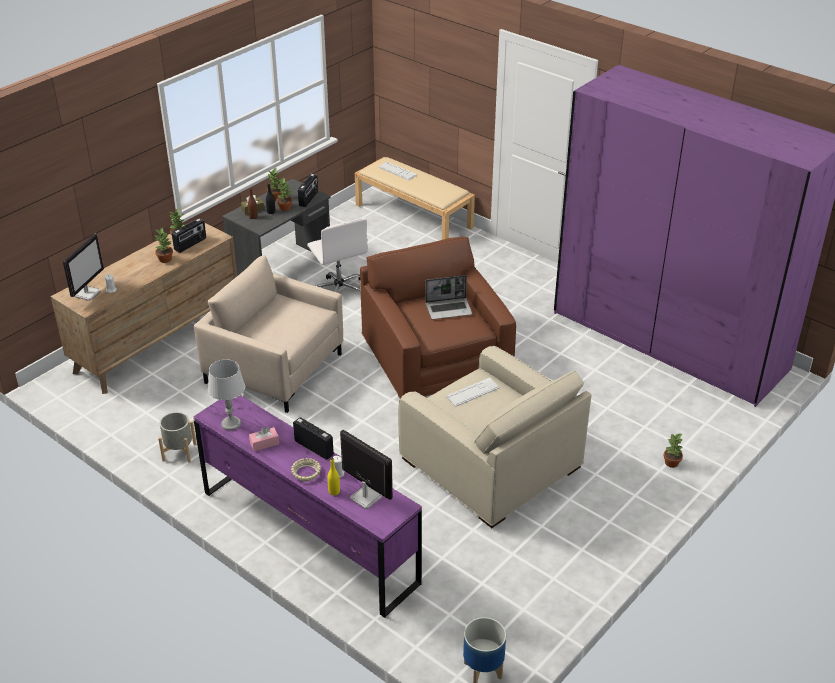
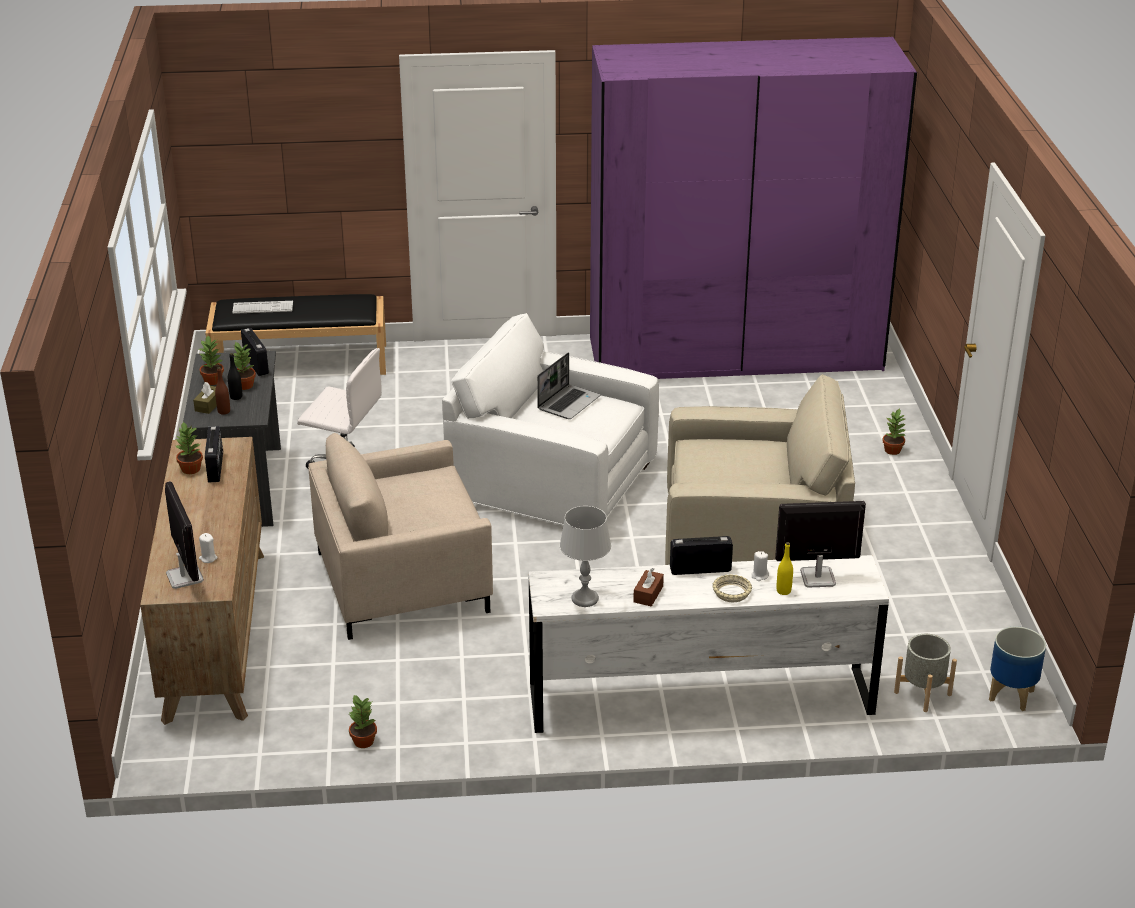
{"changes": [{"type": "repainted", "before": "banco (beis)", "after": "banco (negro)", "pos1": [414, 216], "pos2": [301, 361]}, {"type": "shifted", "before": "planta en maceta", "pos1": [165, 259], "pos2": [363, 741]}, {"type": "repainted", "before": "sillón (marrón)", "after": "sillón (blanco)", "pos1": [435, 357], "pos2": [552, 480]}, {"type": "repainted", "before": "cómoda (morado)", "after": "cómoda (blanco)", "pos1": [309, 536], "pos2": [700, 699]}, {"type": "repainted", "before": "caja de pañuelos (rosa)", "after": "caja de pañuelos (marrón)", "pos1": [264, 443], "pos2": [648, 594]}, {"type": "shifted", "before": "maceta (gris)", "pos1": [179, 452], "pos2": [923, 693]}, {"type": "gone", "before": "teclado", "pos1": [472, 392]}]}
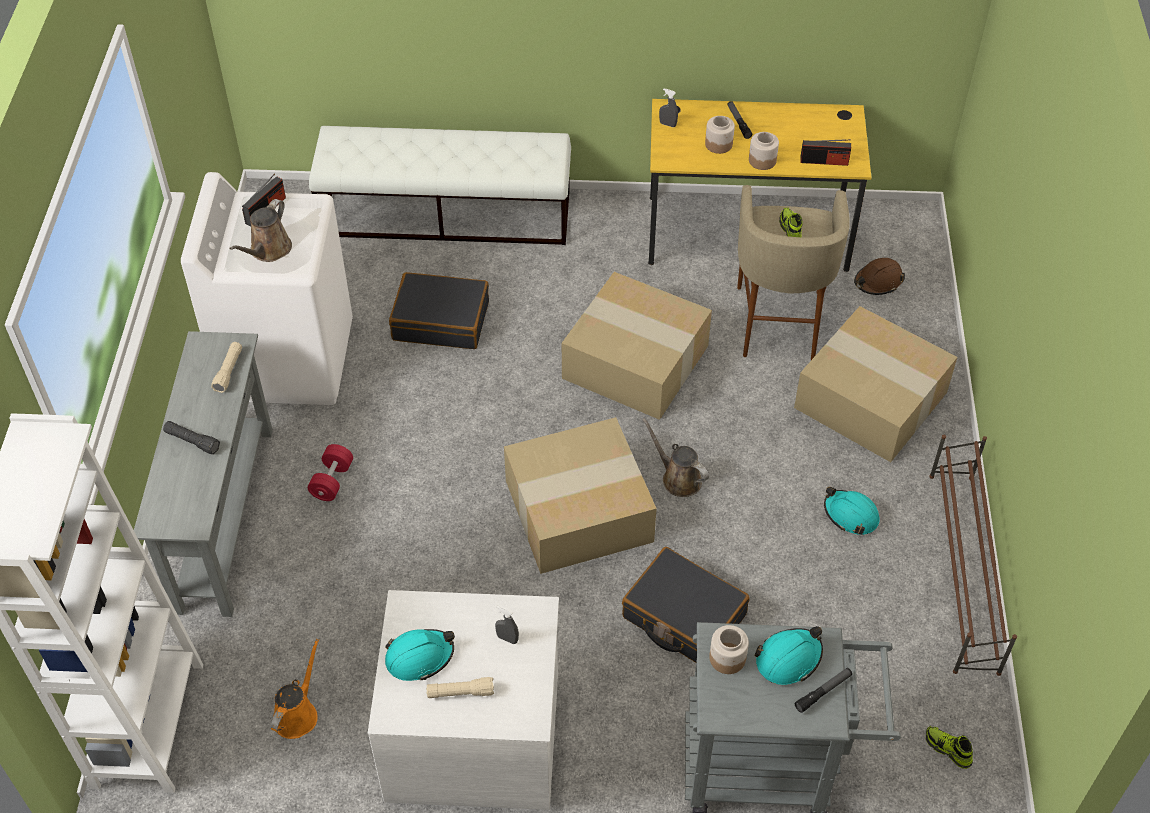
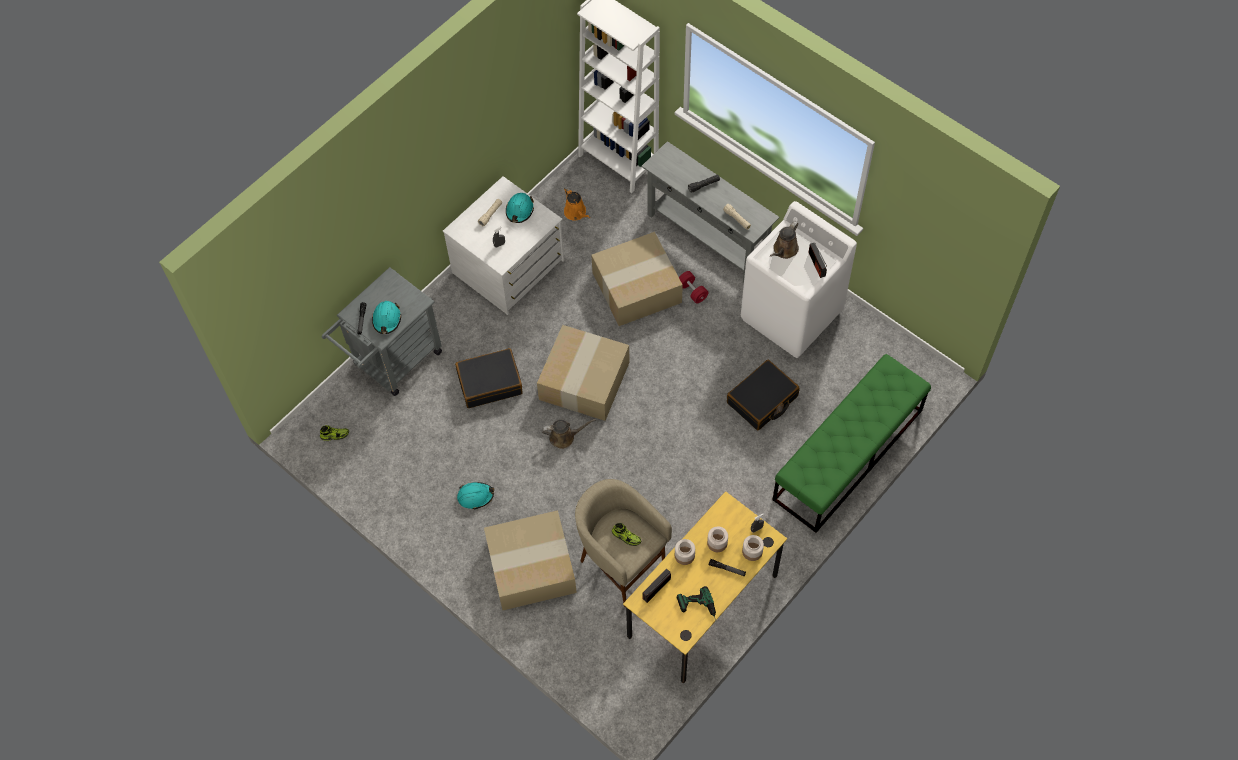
{"changes": [{"type": "shifted", "before": "caja de cartón", "pos1": [638, 361], "pos2": [636, 289]}, {"type": "new", "after": "taladro", "pos2": [698, 609]}, {"type": "shifted", "before": "tarro", "pos1": [727, 658], "pos2": [752, 551]}, {"type": "rotated", "before": "regadera (marrón)", "pos1": [268, 250], "pos2": [784, 250], "turn": -120}, {"type": "repainted", "before": "banco (blanco)", "after": "banco (verde)", "pos1": [446, 214], "pos2": [847, 455]}, {"type": "gone", "before": "casco (marrón)", "pos1": [878, 282]}, {"type": "gone", "before": "zapatero (marrón)", "pos1": [963, 571]}]}
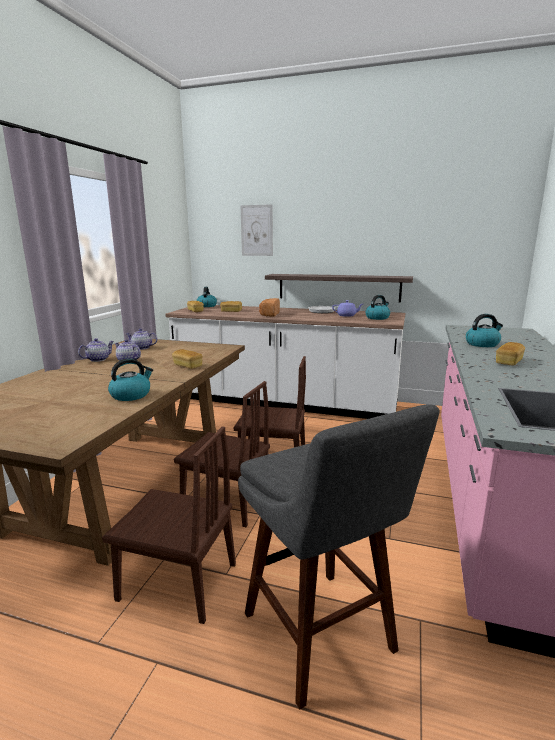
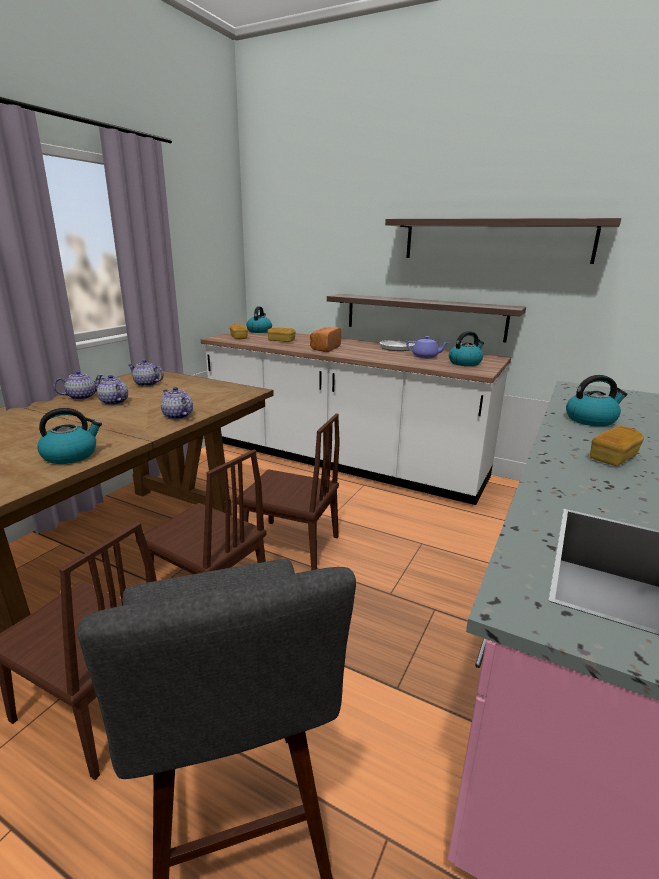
{"changes": [{"type": "swapped", "before": "pan", "after": "tetera", "pos1": [188, 366], "pos2": [177, 416]}, {"type": "new", "after": "estante", "pos2": [495, 240]}, {"type": "gone", "before": "cuadro", "pos1": [257, 230]}]}
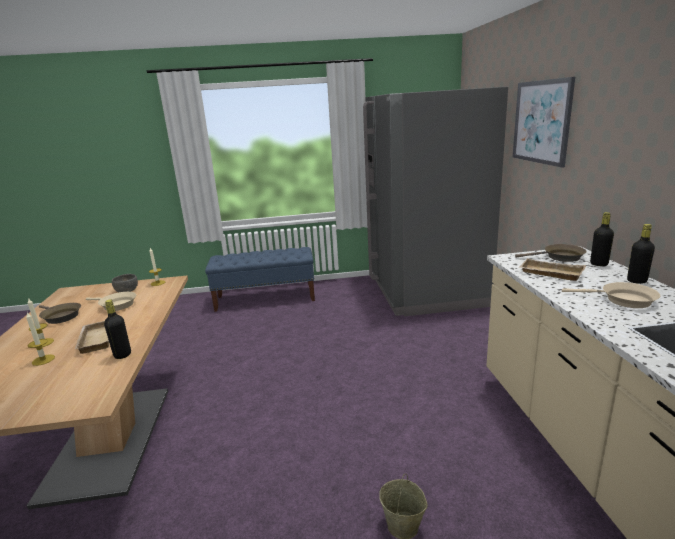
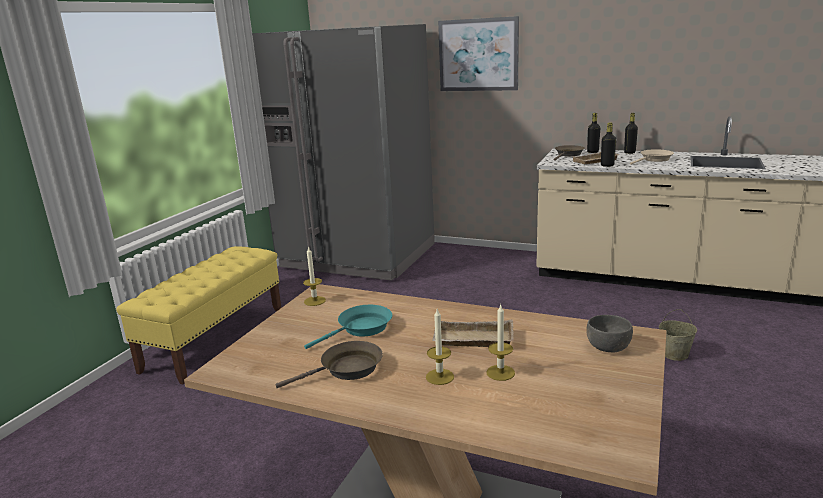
{"changes": [{"type": "repainted", "before": "banco (azul)", "after": "banco (amarillo)", "pos1": [266, 298], "pos2": [215, 339]}, {"type": "repainted", "before": "sartén (beis)", "after": "sartén (turquesa)", "pos1": [116, 305], "pos2": [361, 329]}, {"type": "shifted", "before": "cuenco (gris)", "pos1": [127, 291], "pos2": [607, 347]}, {"type": "shifted", "before": "botella (negro)", "pos1": [122, 355], "pos2": [607, 165]}]}
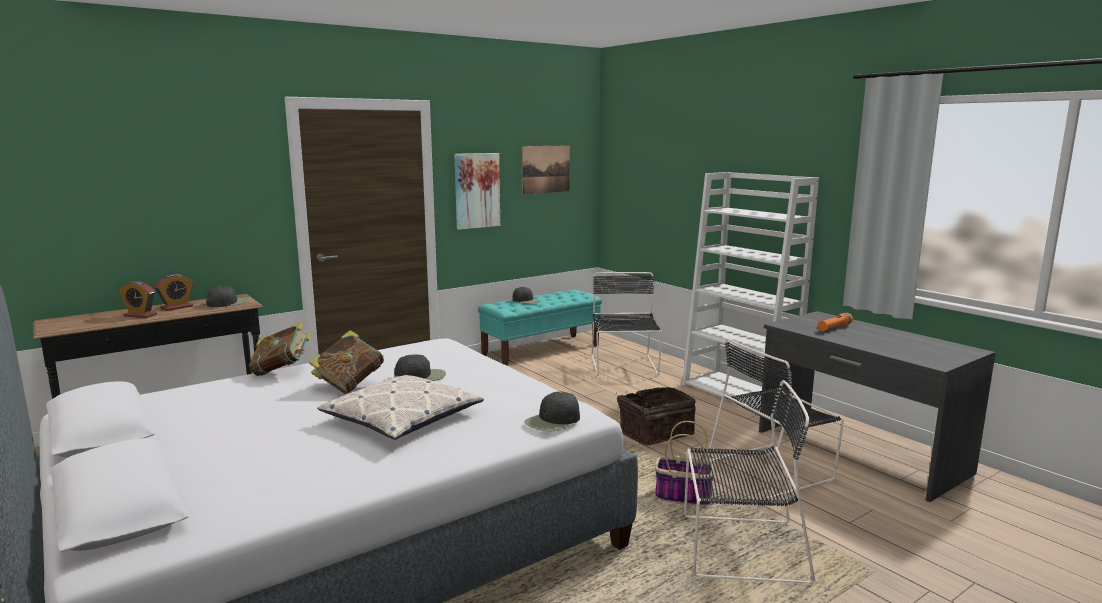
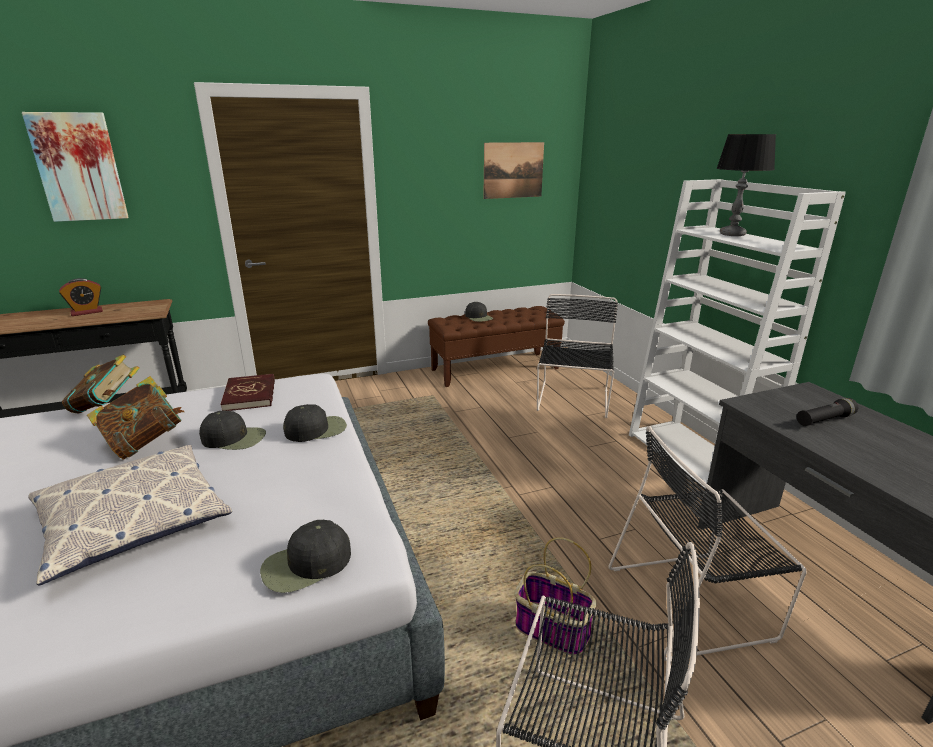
{"changes": [{"type": "shifted", "before": "cuadro", "pos1": [477, 190], "pos2": [79, 167]}, {"type": "new", "after": "libro (rojo)", "pos2": [250, 395]}, {"type": "shifted", "before": "gorra (negro)", "pos1": [228, 303], "pos2": [316, 429]}, {"type": "repainted", "before": "banco (turquesa)", "after": "banco (marrón)", "pos1": [541, 350], "pos2": [495, 369]}, {"type": "new", "after": "lámpara de mesa", "pos2": [732, 234]}, {"type": "repainted", "before": "linterna (naranja)", "after": "linterna (negro)", "pos1": [834, 328], "pos2": [824, 420]}, {"type": "gone", "before": "despertador", "pos1": [140, 315]}, {"type": "gone", "before": "cesta", "pos1": [654, 433]}]}
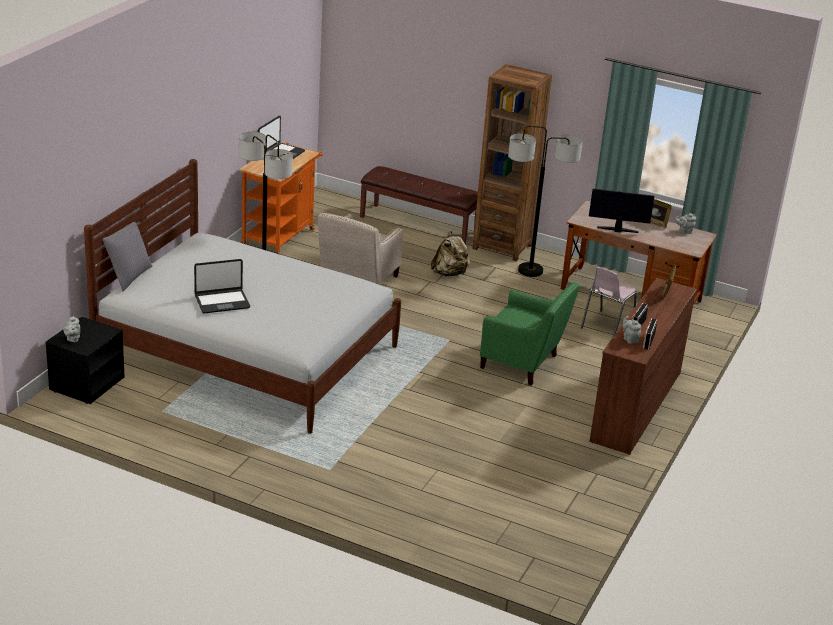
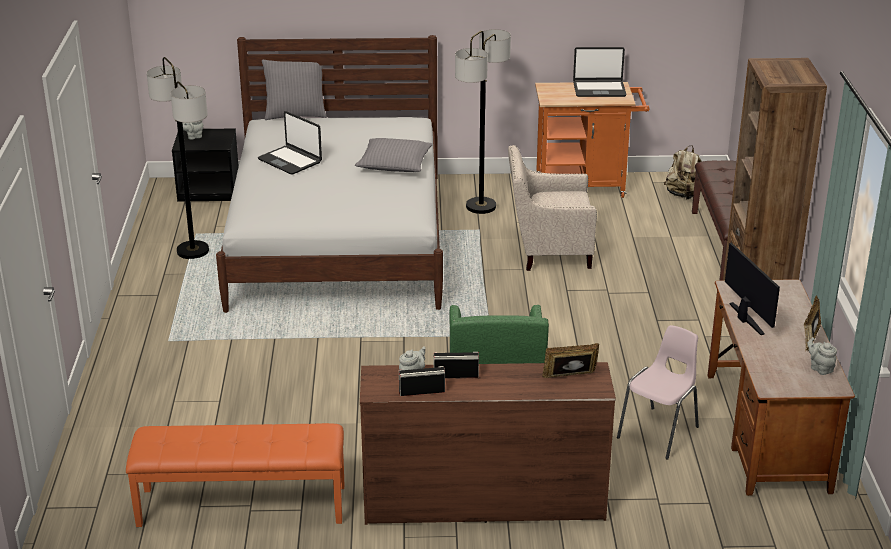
{"changes": [{"type": "new", "after": "banco (naranja)", "pos2": [241, 506]}, {"type": "shifted", "before": "lámpara de pie", "pos1": [530, 270], "pos2": [193, 251]}, {"type": "new", "after": "cojín (gris)", "pos2": [394, 164]}, {"type": "rotated", "before": "silla (rosa)", "pos1": [606, 326], "pos2": [659, 432], "turn": 120}, {"type": "shifted", "before": "mochila (beis)", "pos1": [449, 273], "pos2": [683, 195]}]}
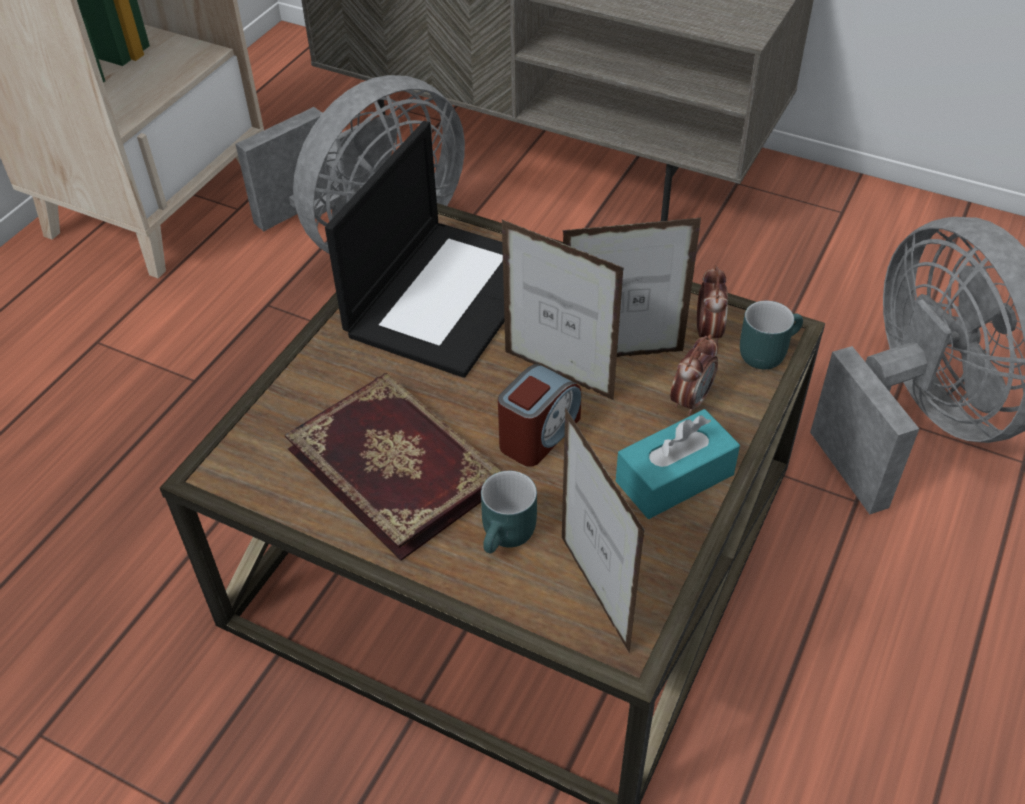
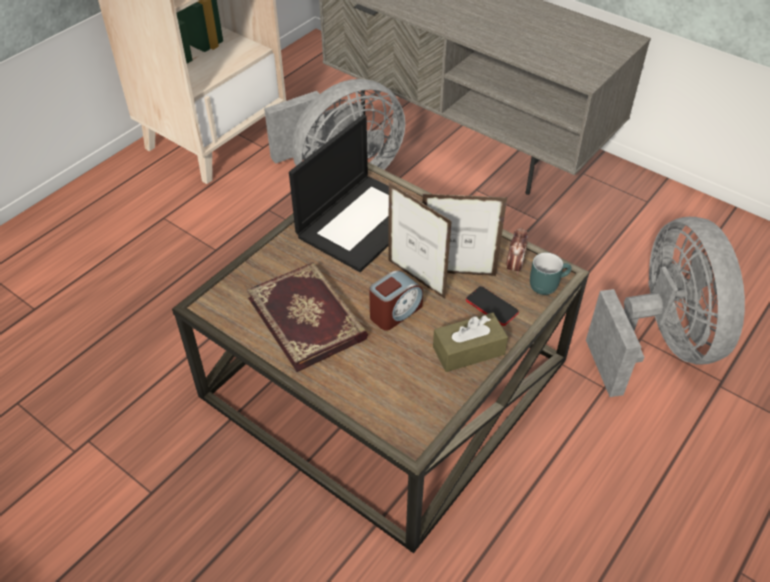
{"changes": [{"type": "repainted", "before": "caja de pañuelos (turquesa)", "after": "caja de pañuelos (marrón)", "pos1": [674, 478], "pos2": [468, 350]}, {"type": "swapped", "before": "despertador", "after": "móvil", "pos1": [690, 400], "pos2": [491, 306]}, {"type": "gone", "before": "taza grande (turquesa)", "pos1": [509, 537]}, {"type": "gone", "before": "portarretratos", "pos1": [594, 593]}]}
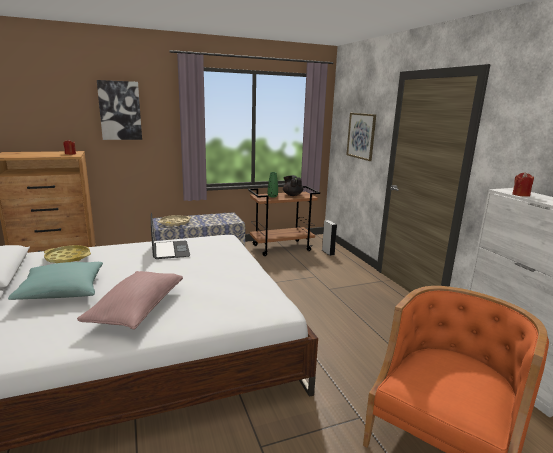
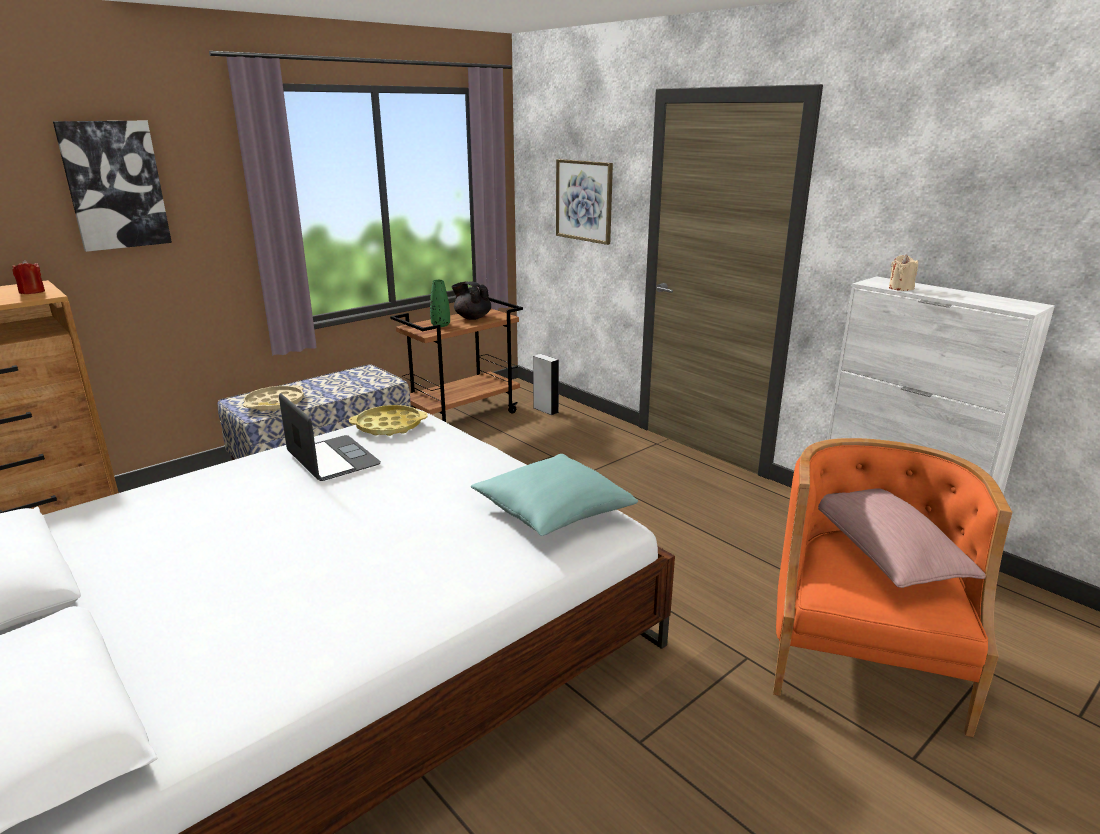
{"changes": [{"type": "shifted", "before": "bandeja (amarillo)", "pos1": [68, 258], "pos2": [389, 426]}, {"type": "shifted", "before": "cojín (turquesa)", "pos1": [62, 291], "pos2": [552, 512]}, {"type": "shifted", "before": "cojín (rosa)", "pos1": [137, 310], "pos2": [882, 554]}, {"type": "repainted", "before": "vela (rojo)", "after": "vela (beis)", "pos1": [520, 195], "pos2": [900, 288]}]}
